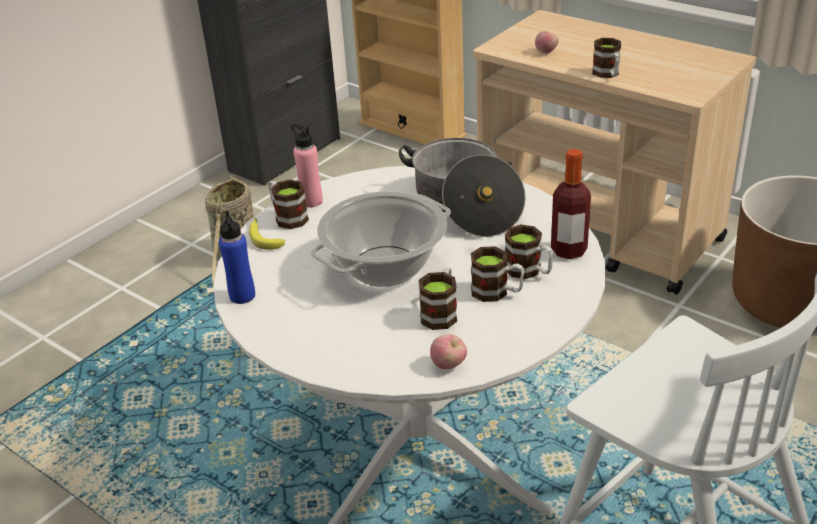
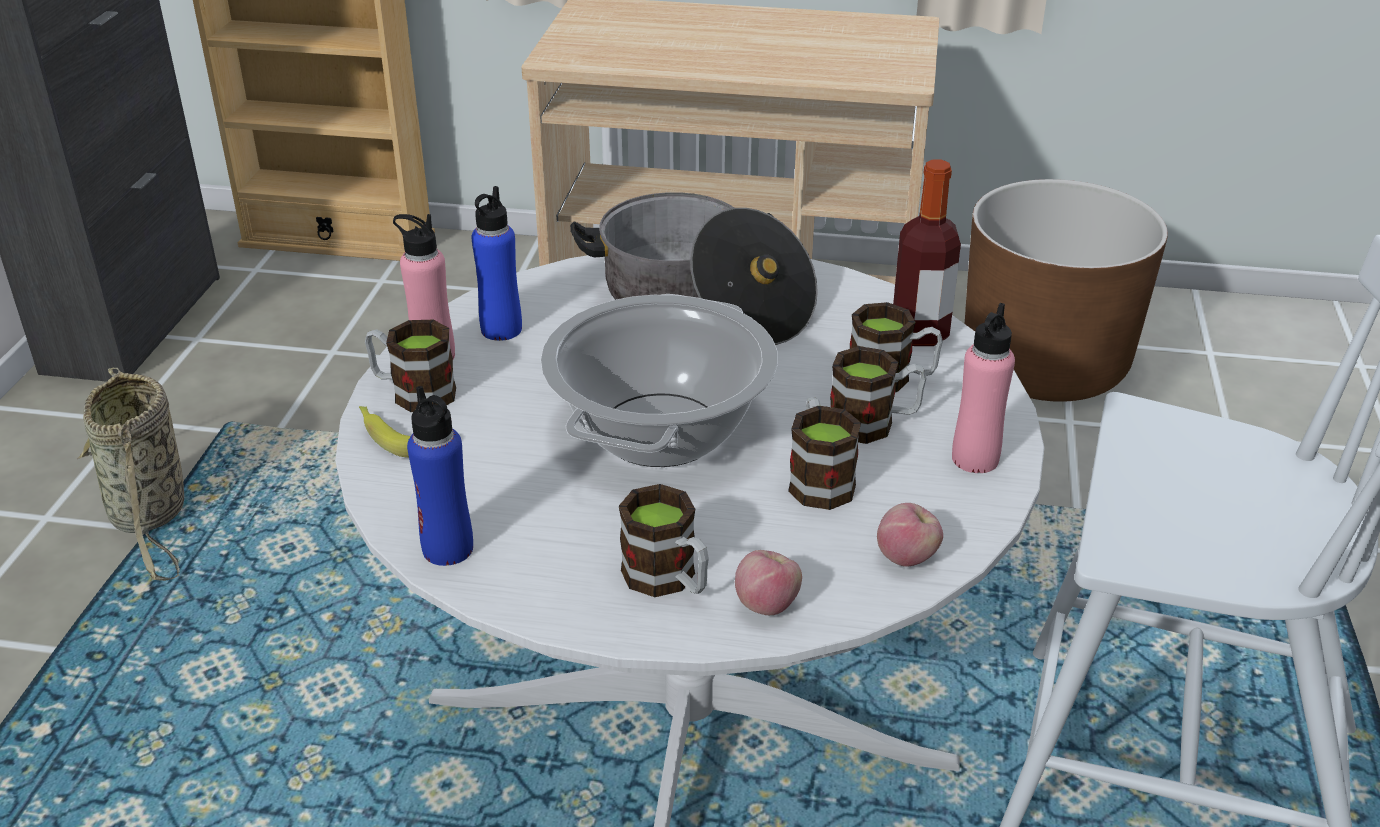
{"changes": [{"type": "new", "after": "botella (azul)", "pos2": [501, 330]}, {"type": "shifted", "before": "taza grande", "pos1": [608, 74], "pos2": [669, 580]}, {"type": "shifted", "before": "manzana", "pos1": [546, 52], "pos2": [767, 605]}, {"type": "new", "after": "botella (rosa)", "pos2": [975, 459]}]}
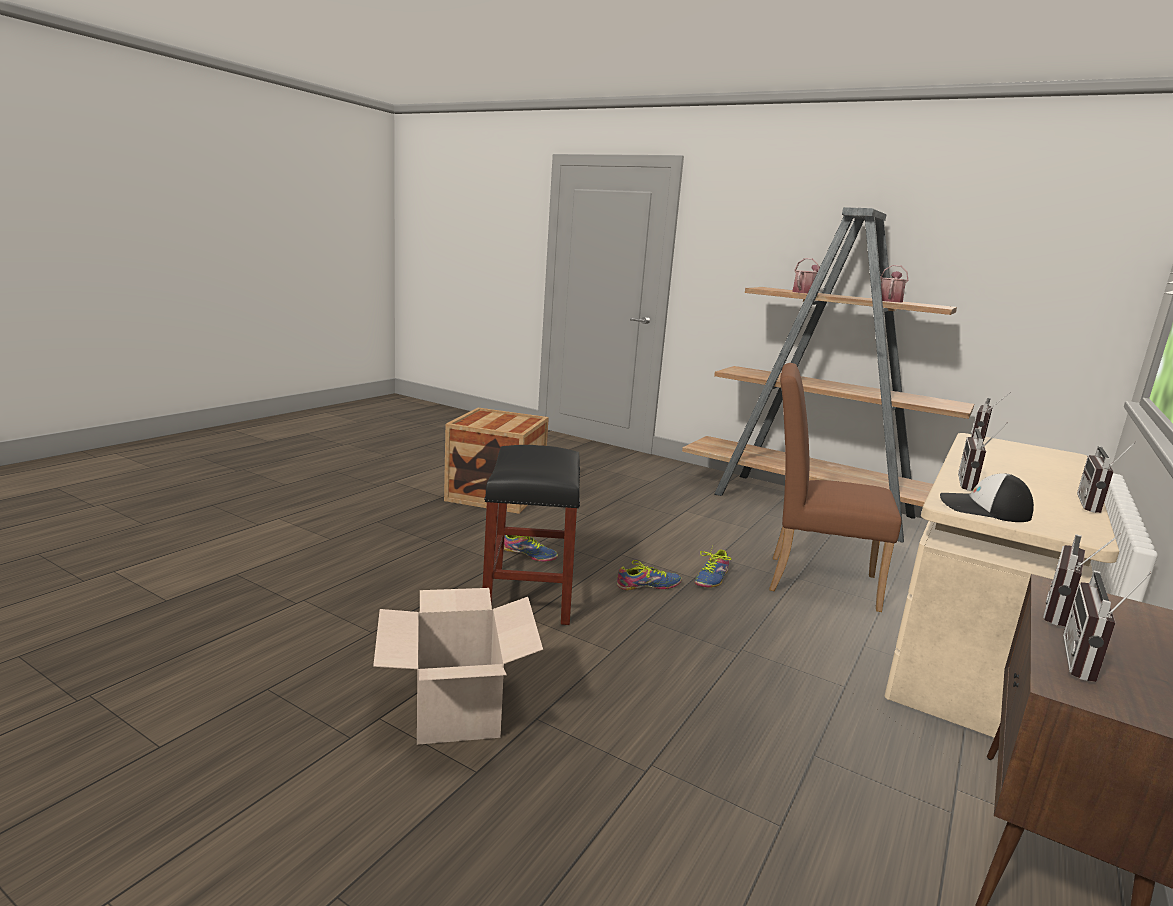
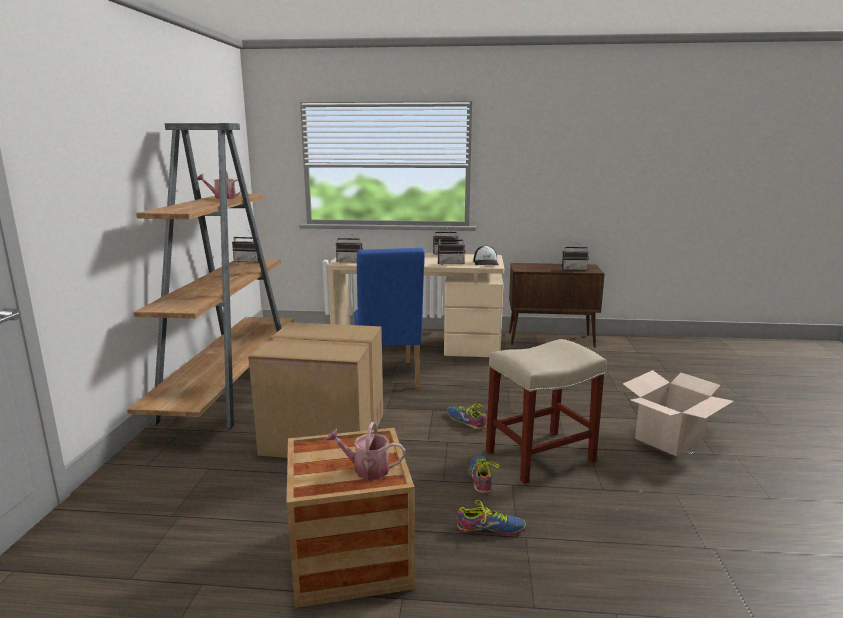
{"changes": [{"type": "shifted", "before": "radio", "pos1": [1068, 615], "pos2": [249, 261]}, {"type": "new", "after": "caja de cartón", "pos2": [322, 434]}, {"type": "shifted", "before": "regadera", "pos1": [804, 292], "pos2": [366, 469]}, {"type": "repainted", "before": "silla (marrón)", "after": "silla (azul)", "pos1": [812, 579], "pos2": [388, 378]}, {"type": "shifted", "before": "zapato", "pos1": [712, 578], "pos2": [490, 528]}, {"type": "repainted", "before": "taburete (negro)", "after": "taburete (beis)", "pos1": [529, 595], "pos2": [541, 455]}]}
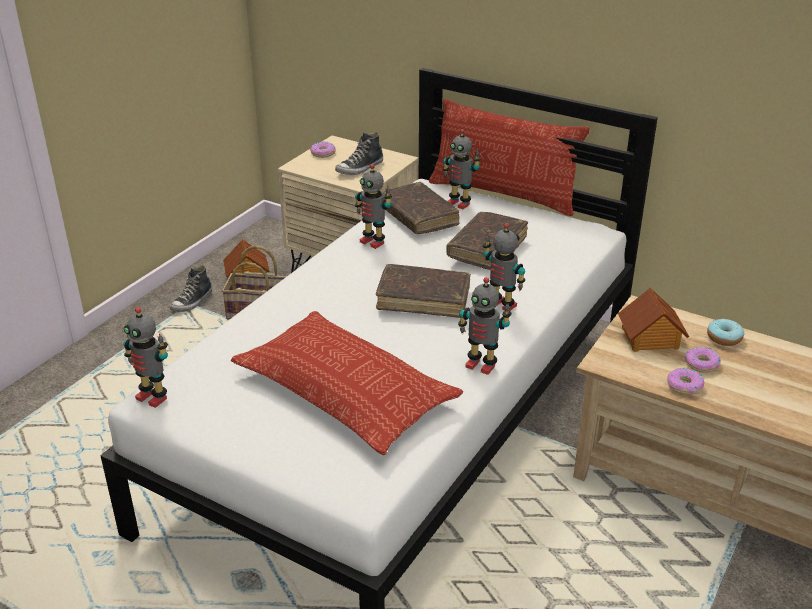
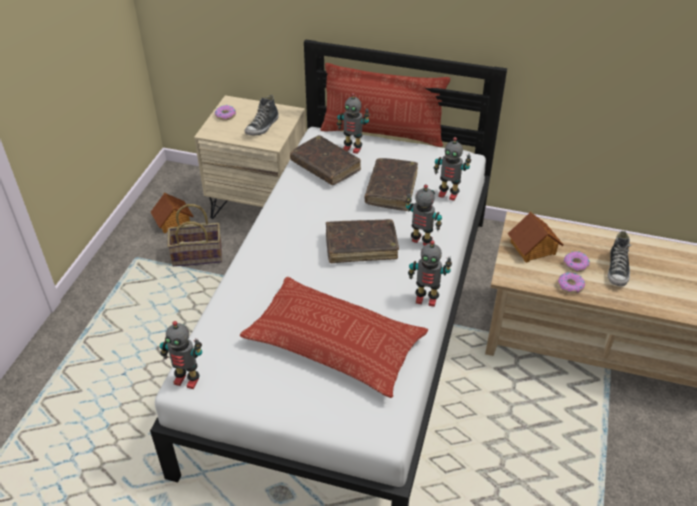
{"changes": [{"type": "shifted", "before": "robot de juguete", "pos1": [373, 242], "pos2": [448, 194]}, {"type": "shifted", "before": "zapato", "pos1": [192, 302], "pos2": [617, 270]}, {"type": "gone", "before": "rosquilla", "pos1": [724, 338]}]}
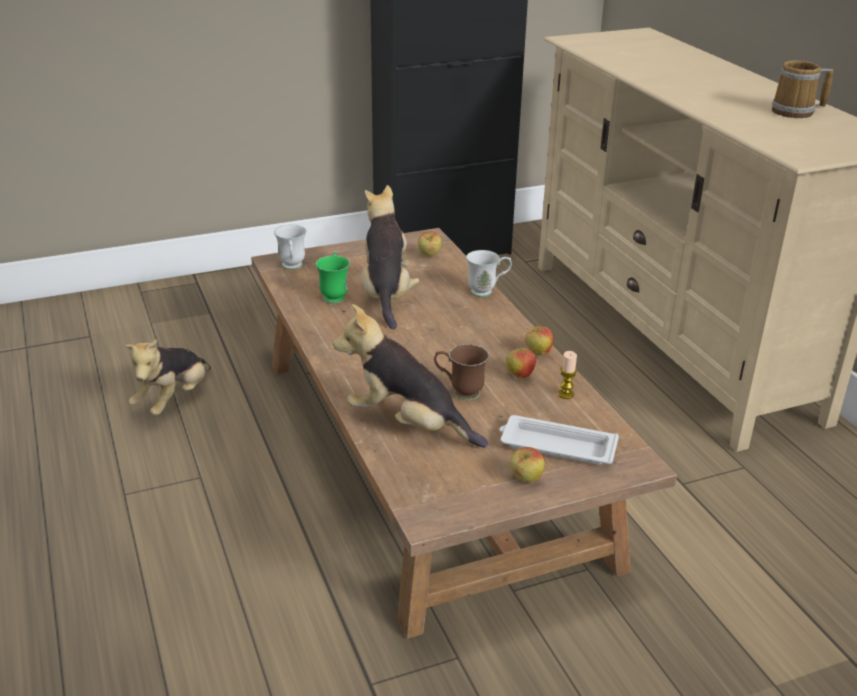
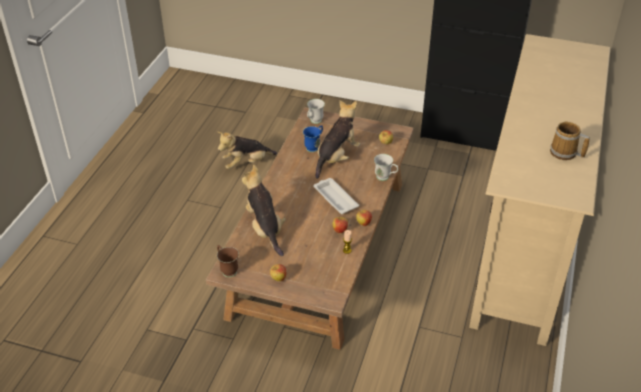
{"changes": [{"type": "shifted", "before": "taza grande (marrón)", "pos1": [459, 392], "pos2": [227, 269]}, {"type": "repainted", "before": "taza grande (verde)", "after": "taza grande (azul)", "pos1": [334, 295], "pos2": [314, 147]}, {"type": "shifted", "before": "bandeja (blanco)", "pos1": [556, 446], "pos2": [335, 198]}]}
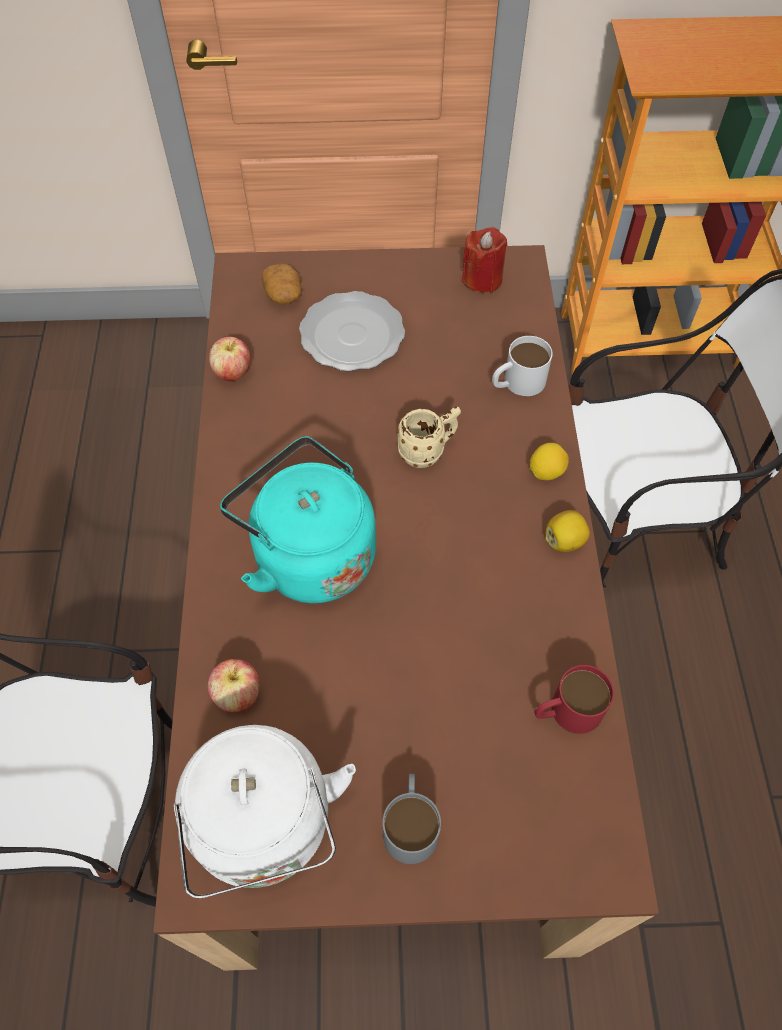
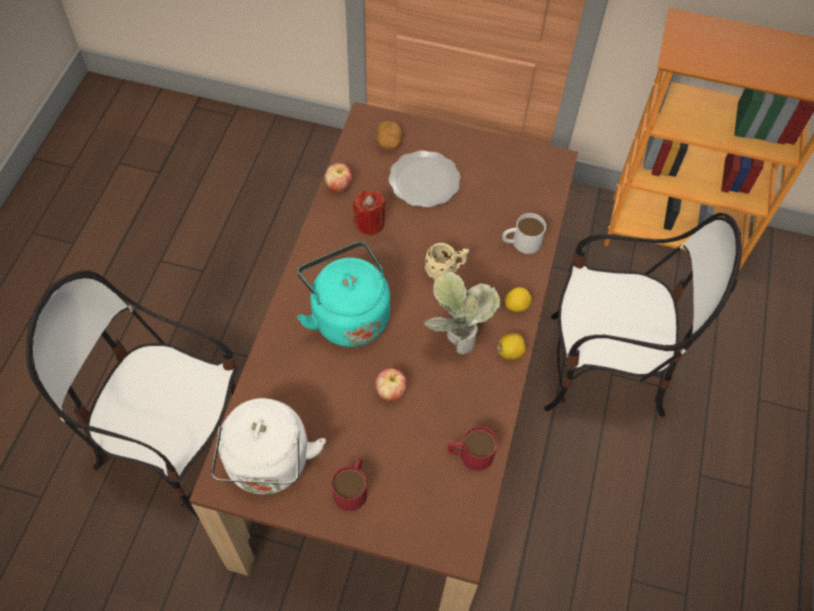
{"changes": [{"type": "repainted", "before": "taza grande (gris)", "after": "taza grande (rojo)", "pos1": [411, 822], "pos2": [352, 487]}, {"type": "shifted", "before": "vela (rojo)", "pos1": [482, 279], "pos2": [369, 223]}, {"type": "shifted", "before": "manzana", "pos1": [237, 695], "pos2": [391, 391]}, {"type": "new", "after": "planta en maceta", "pos2": [455, 336]}]}
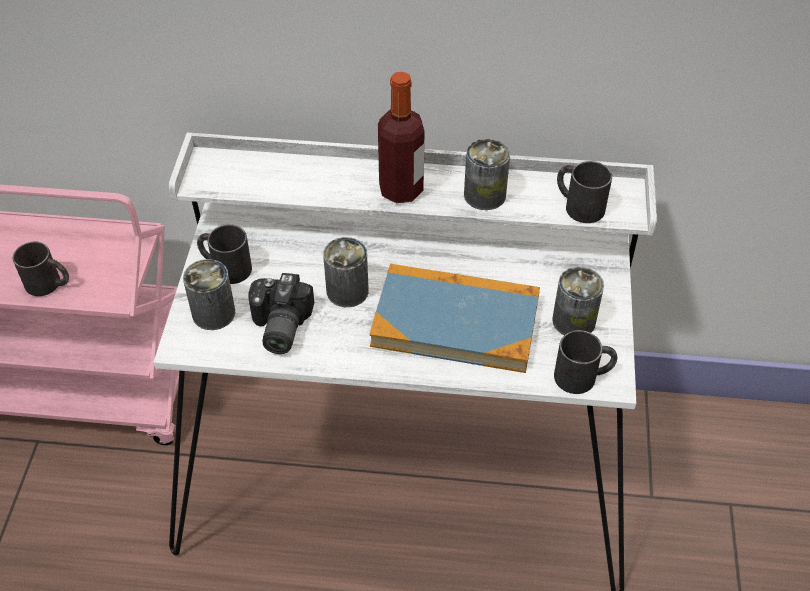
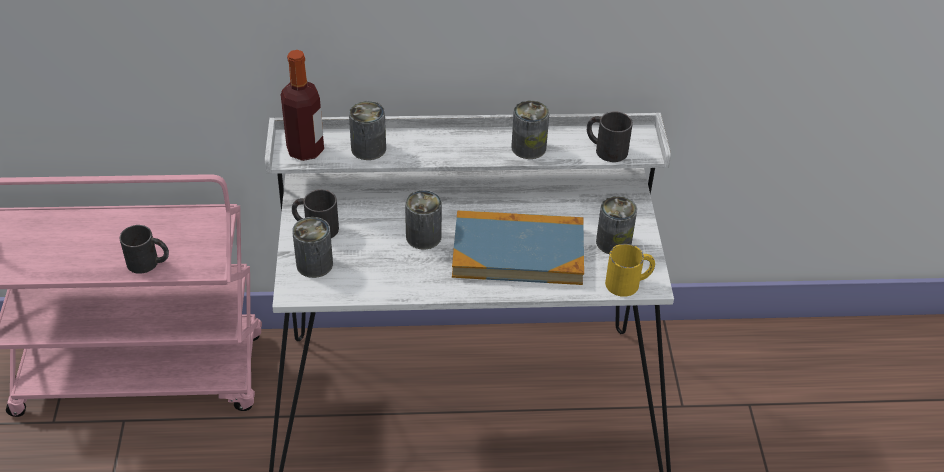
{"changes": [{"type": "shifted", "before": "botella", "pos1": [401, 190], "pos2": [305, 150]}, {"type": "new", "after": "lata", "pos2": [368, 148]}, {"type": "repainted", "before": "taza grande (negro)", "after": "taza grande (amarillo)", "pos1": [583, 376], "pos2": [629, 282]}, {"type": "gone", "before": "cámara", "pos1": [277, 327]}]}
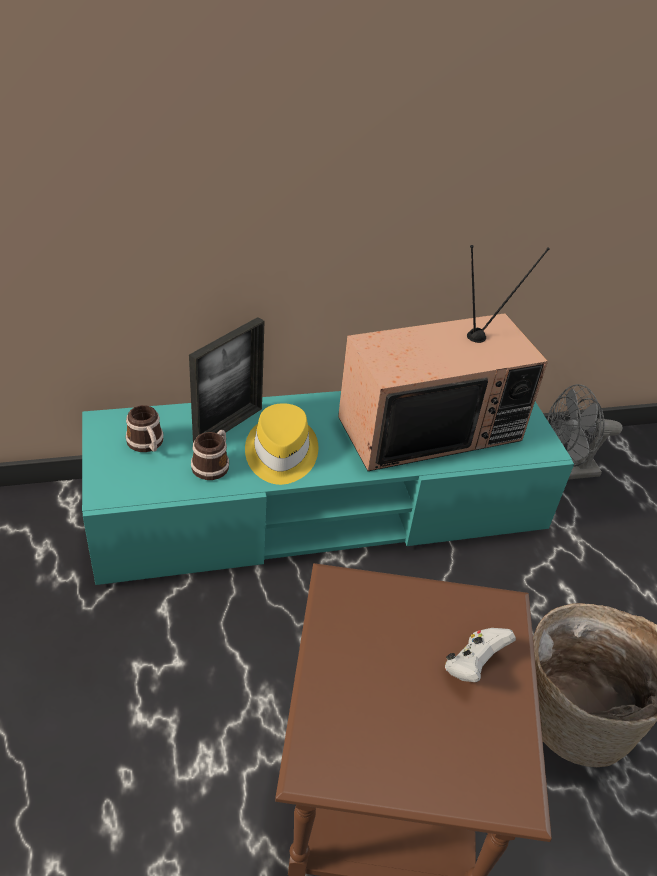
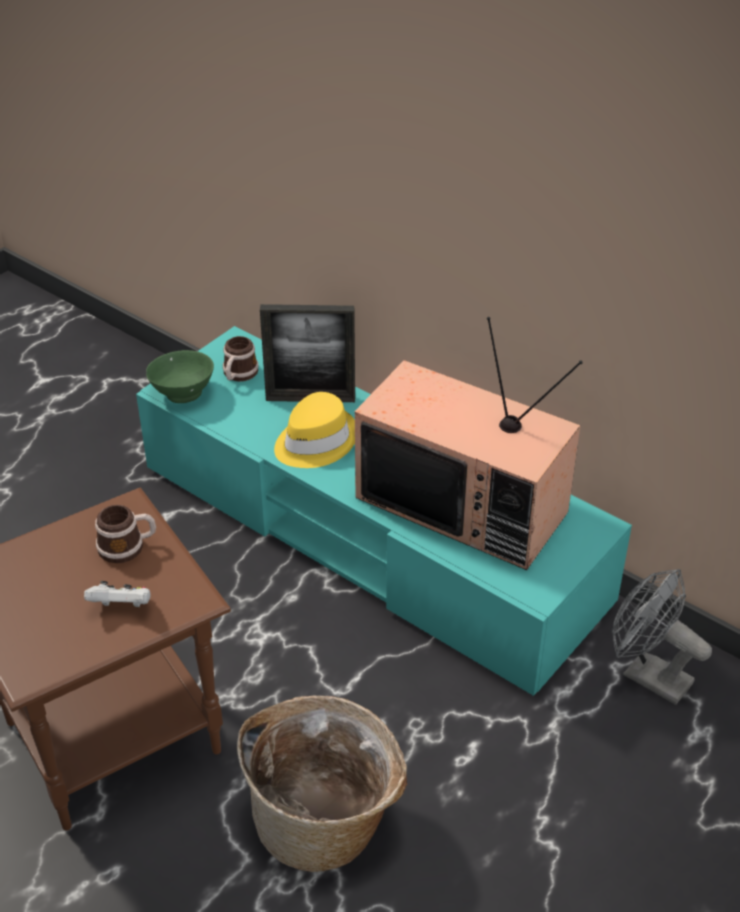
{"changes": [{"type": "shifted", "before": "taza grande", "pos1": [213, 464], "pos2": [127, 546]}, {"type": "new", "after": "cuenco (verde)", "pos2": [183, 392]}]}
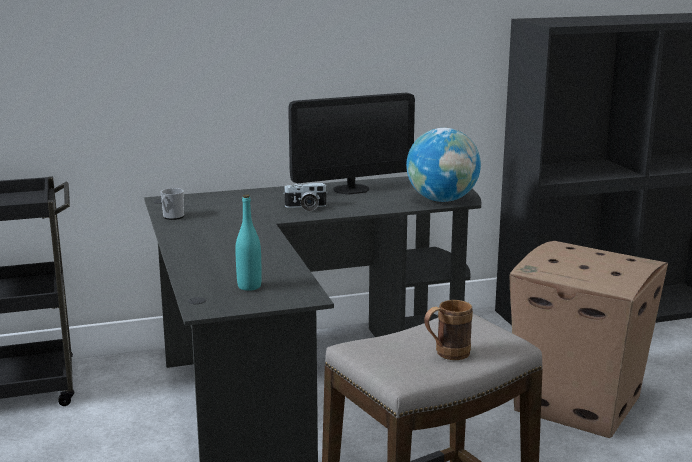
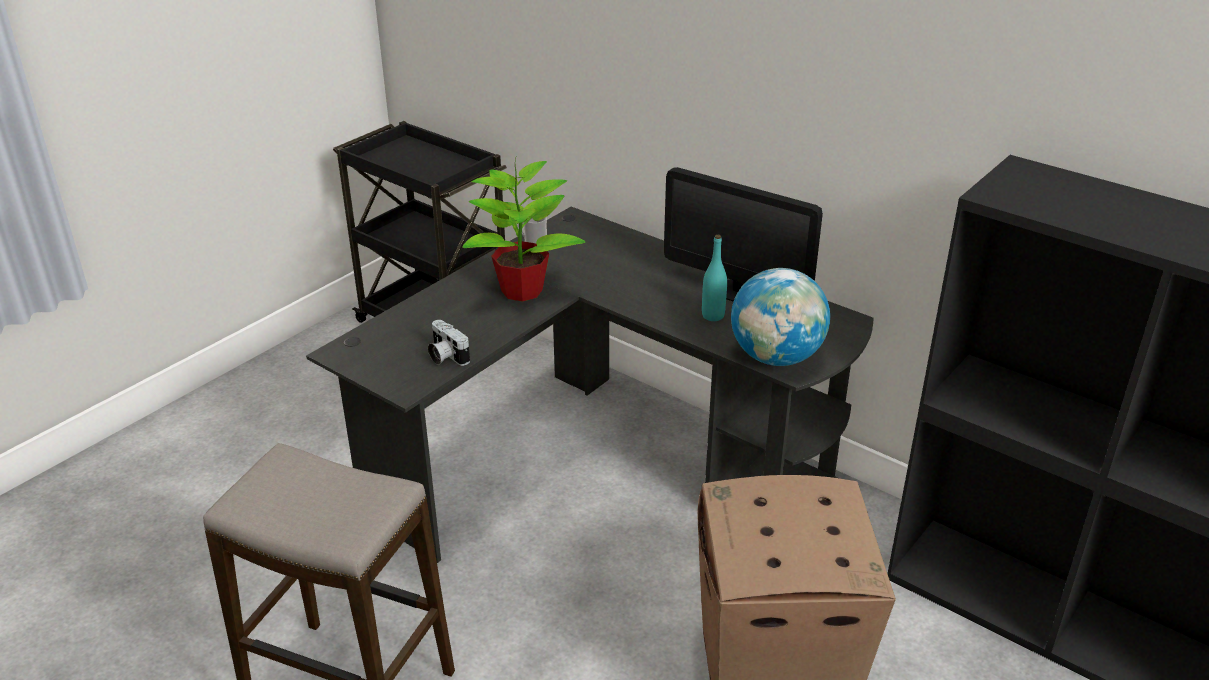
{"changes": [{"type": "shifted", "before": "cámara", "pos1": [306, 207], "pos2": [445, 356]}, {"type": "new", "after": "planta en maceta", "pos2": [523, 290]}, {"type": "shifted", "before": "botella (turquesa)", "pos1": [249, 286], "pos2": [713, 316]}, {"type": "gone", "before": "taza grande (marrón)", "pos1": [446, 355]}]}
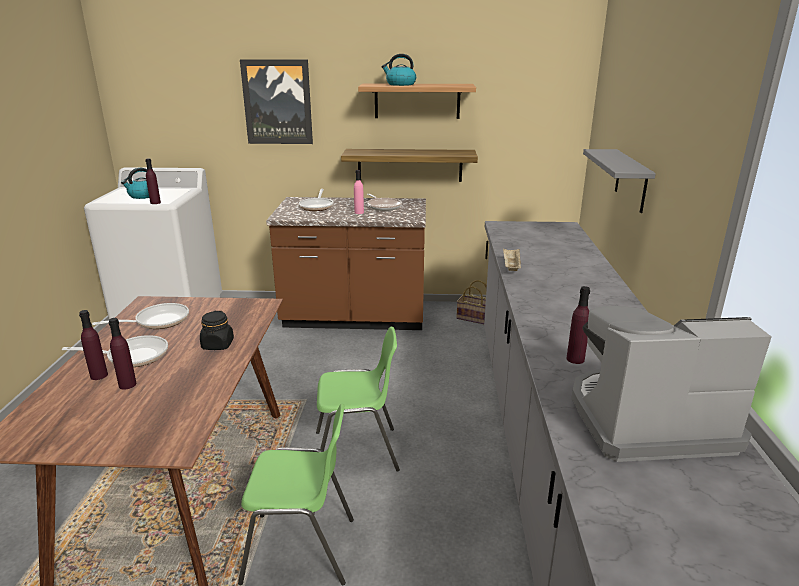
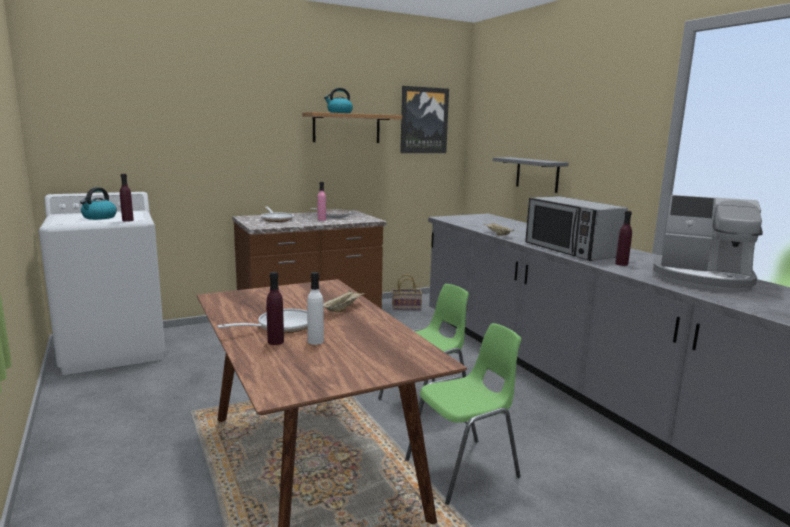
{"changes": [{"type": "repainted", "before": "botella (morado)", "after": "botella (blanco)", "pos1": [127, 384], "pos2": [315, 341]}, {"type": "swapped", "before": "tarro (negro)", "after": "bandeja (beis)", "pos1": [218, 345], "pos2": [342, 309]}, {"type": "shifted", "before": "cuadro", "pos1": [277, 102], "pos2": [423, 120]}, {"type": "new", "after": "microondas", "pos2": [570, 250]}, {"type": "rotated", "before": "cafetera", "pos1": [646, 421], "pos2": [702, 279], "turn": -120}, {"type": "gone", "before": "sartén", "pos1": [157, 321]}, {"type": "gone", "before": "estante", "pos1": [409, 165]}]}
